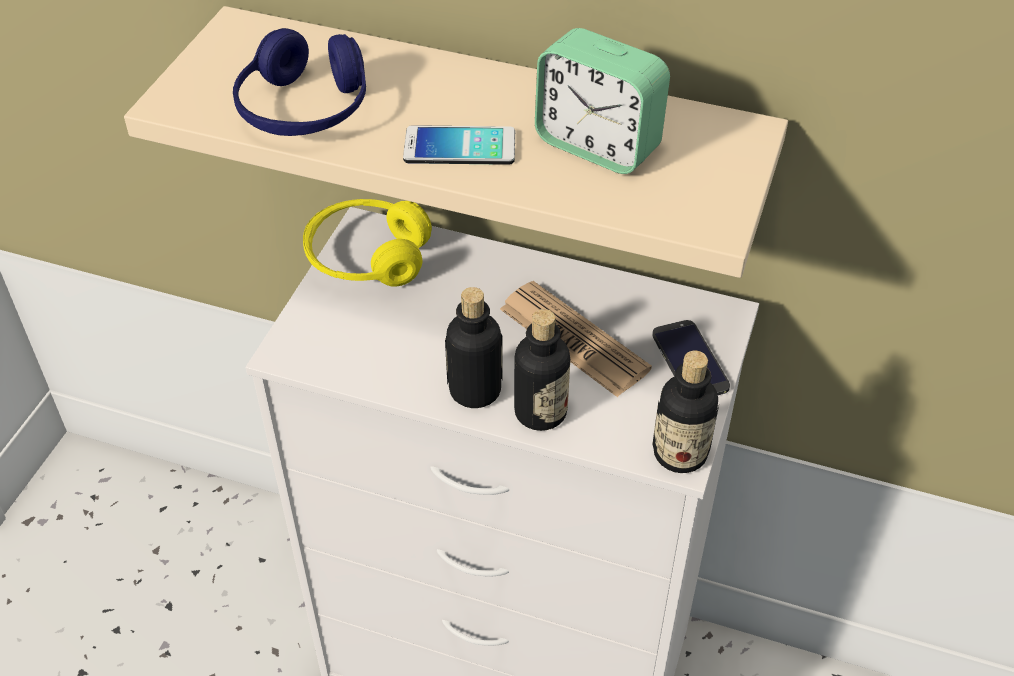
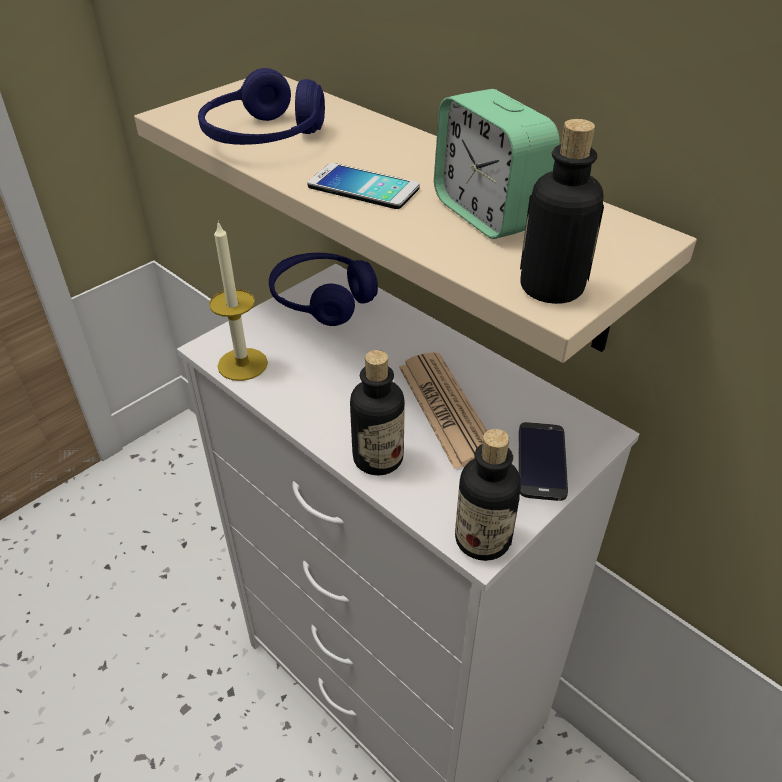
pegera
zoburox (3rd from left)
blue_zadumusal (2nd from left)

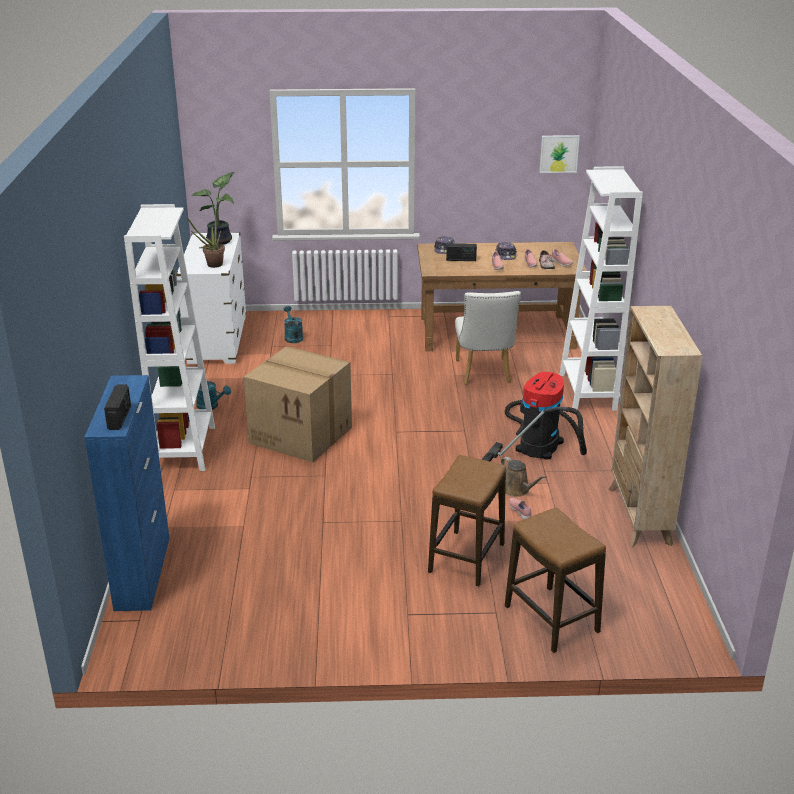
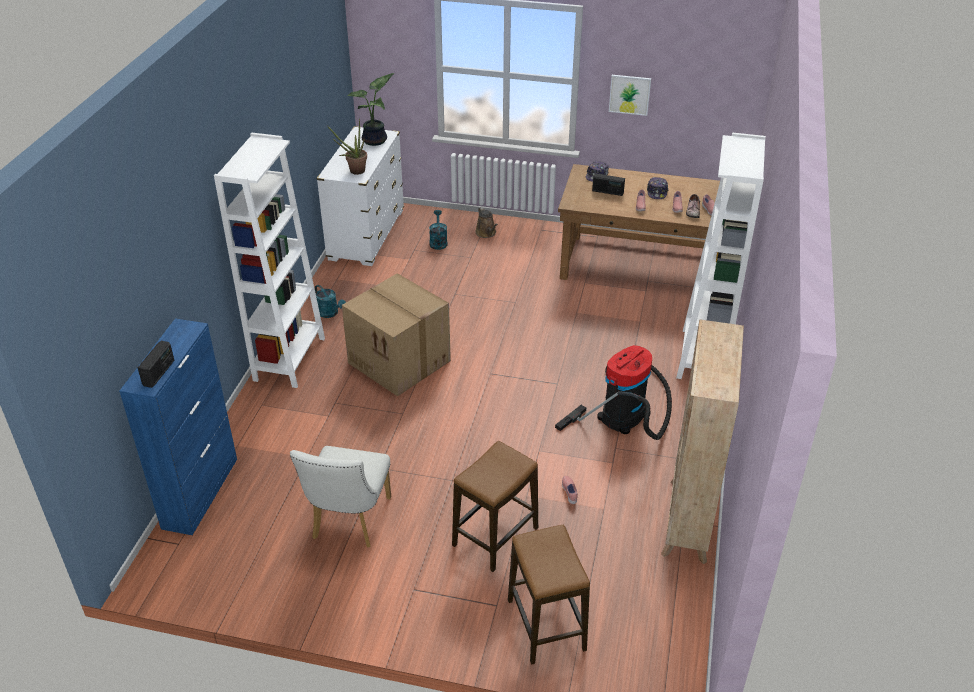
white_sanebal
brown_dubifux
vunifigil

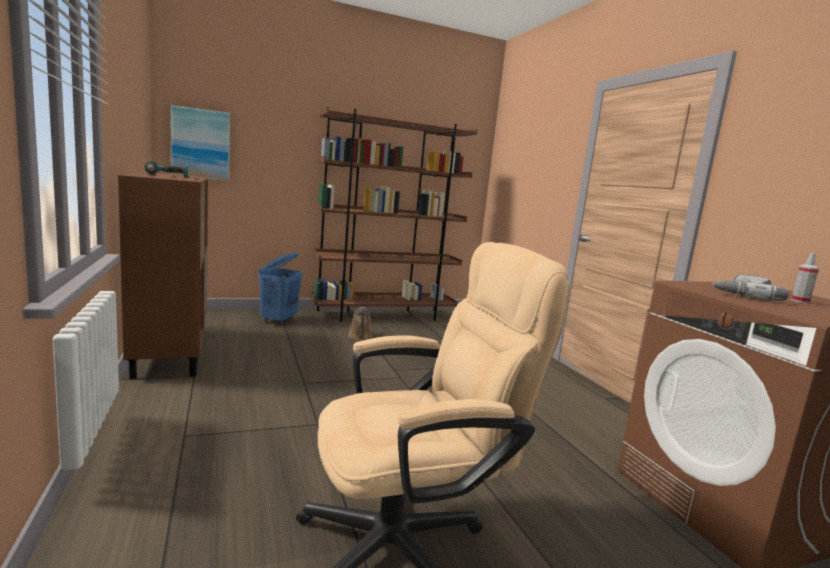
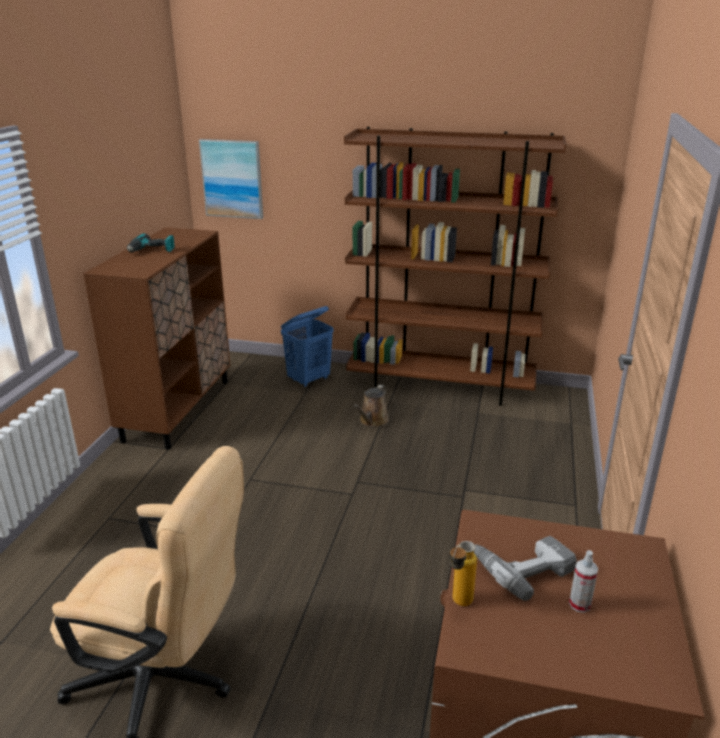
zoburox

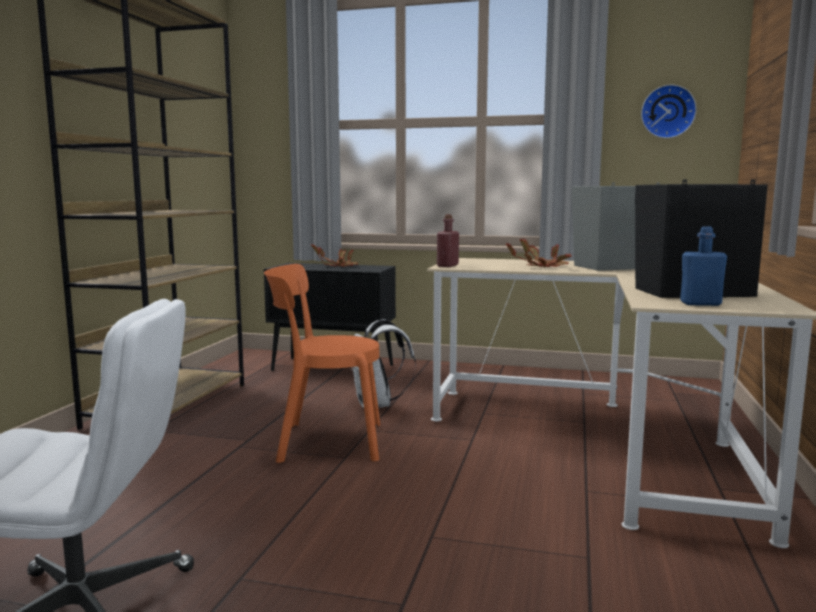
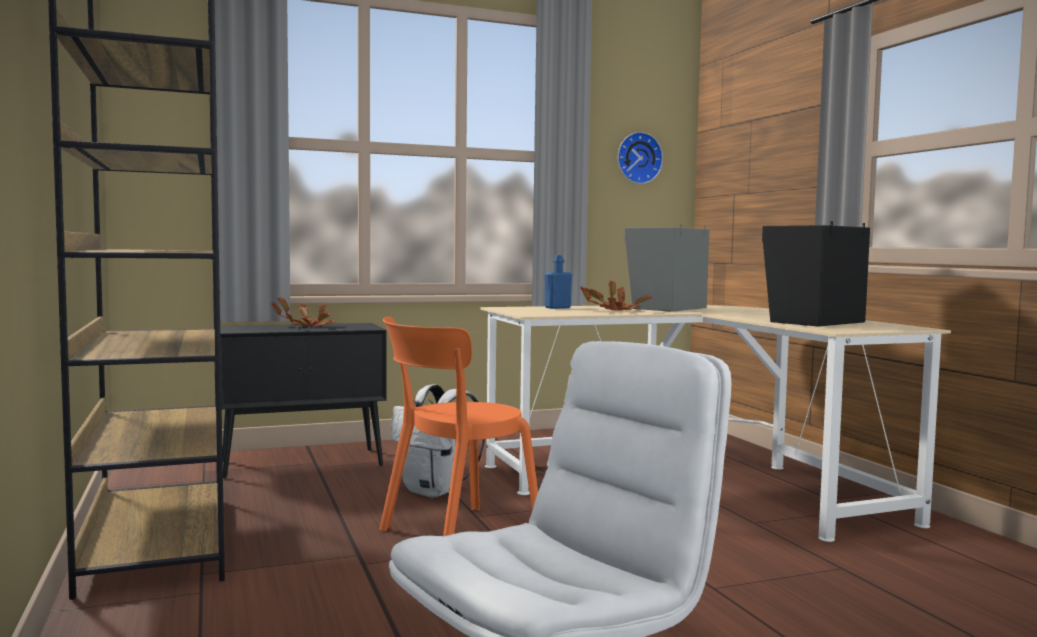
red_zoburox
blue_zoburox

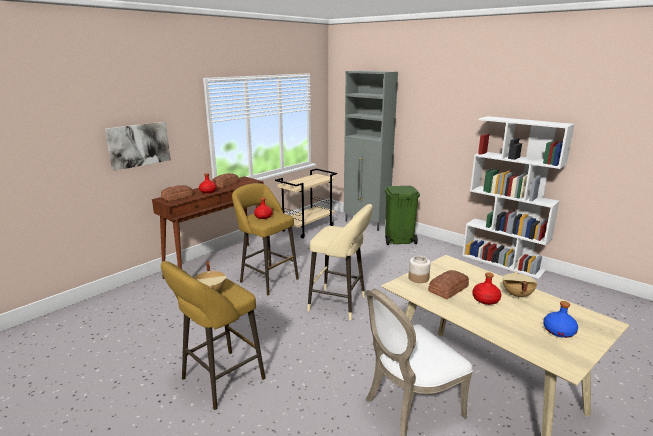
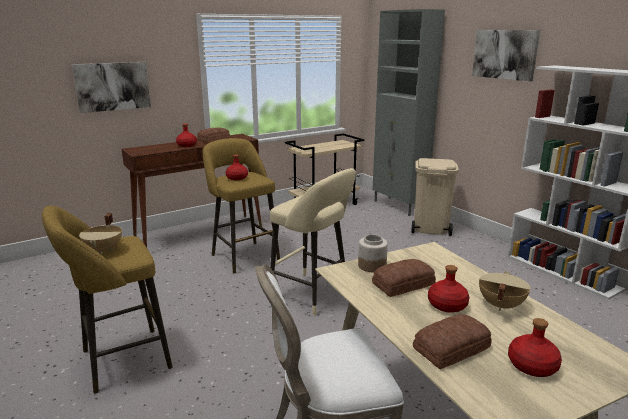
vunifigil (2nd from left)
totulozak (3rd from left)
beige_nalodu
red_zoburox (4th from left)

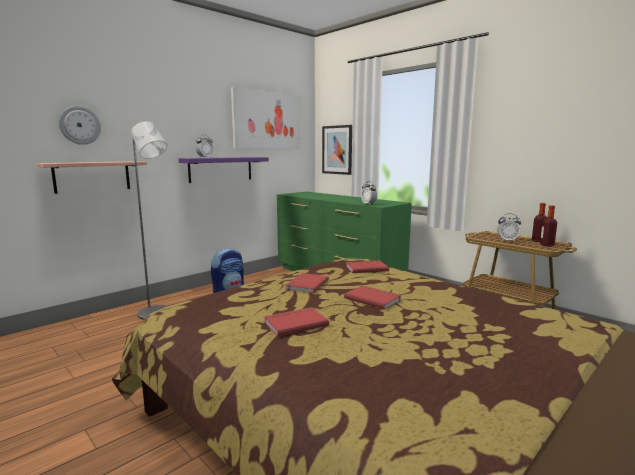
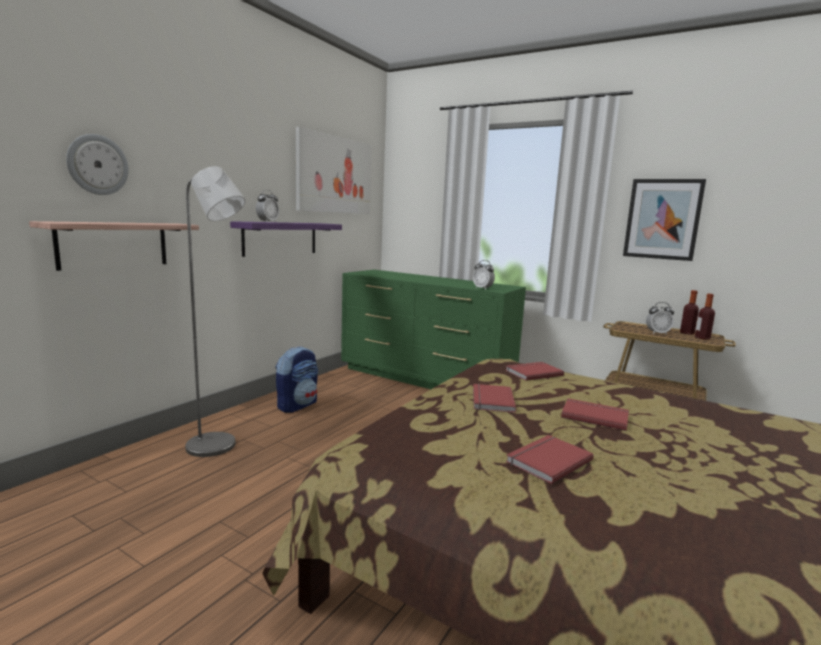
vunifigil (2nd from left)

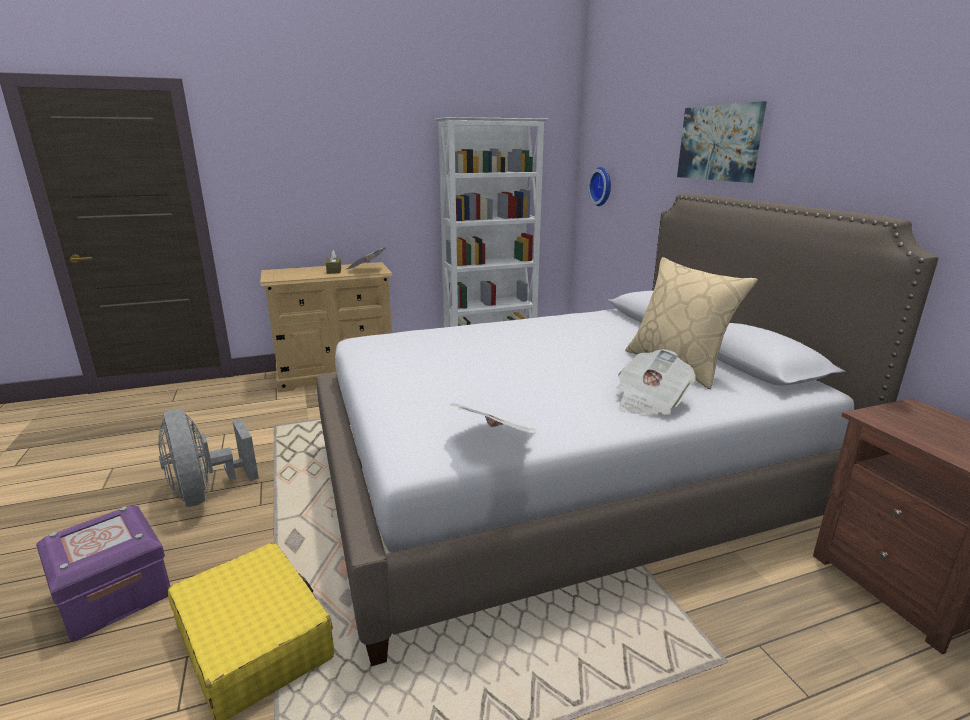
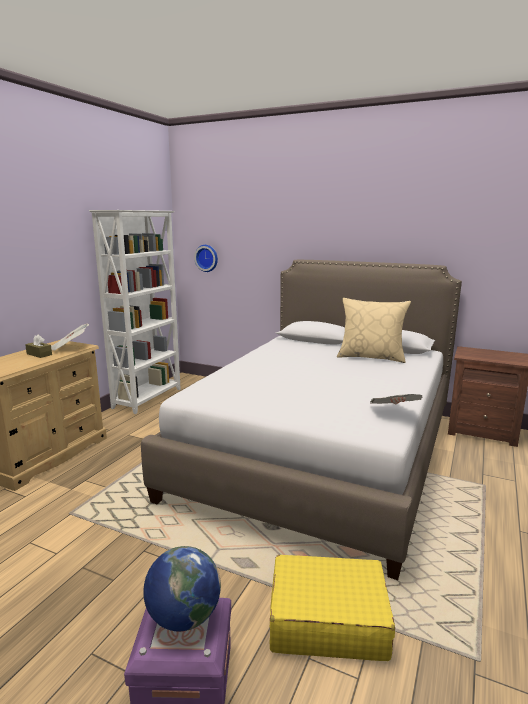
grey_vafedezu
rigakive (3rd from left in the first image)
vunifigil
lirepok

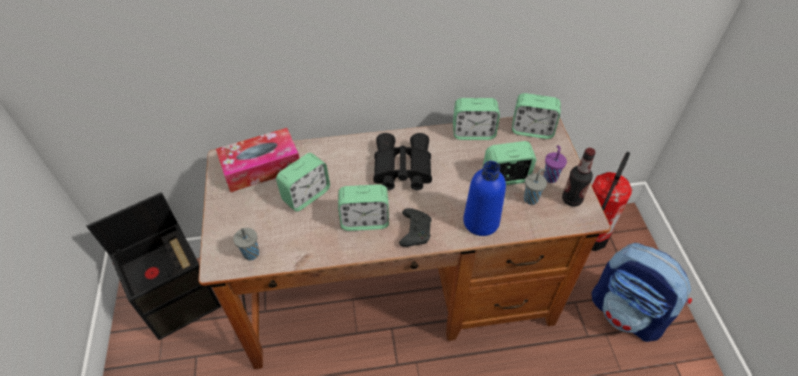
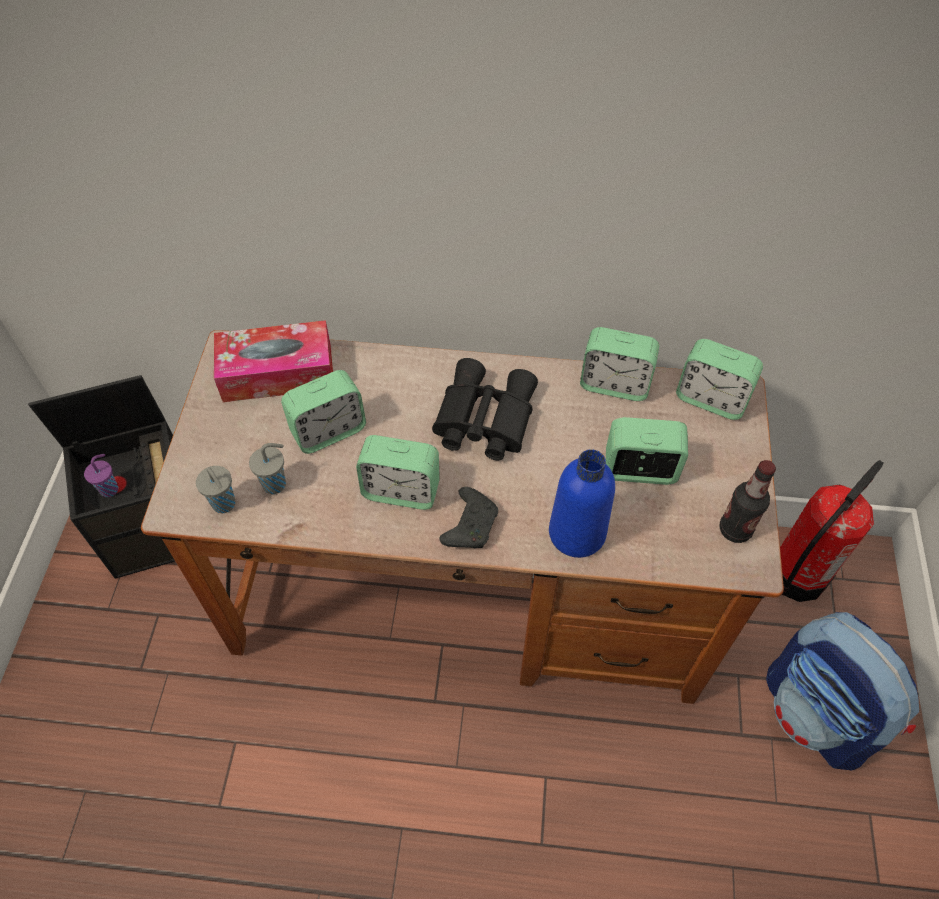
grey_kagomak (2nd from left)
purple_kagomak

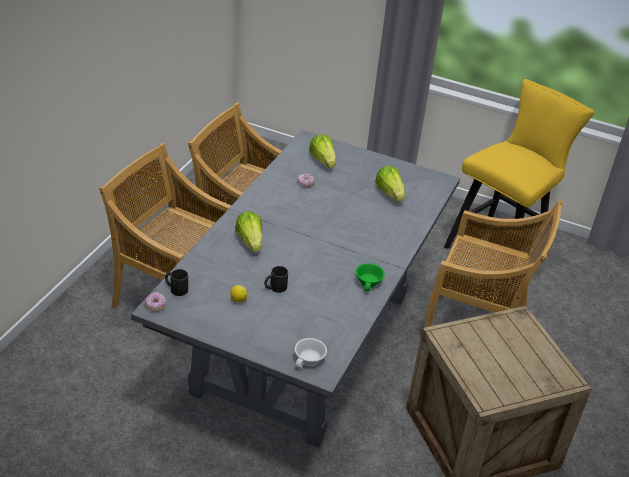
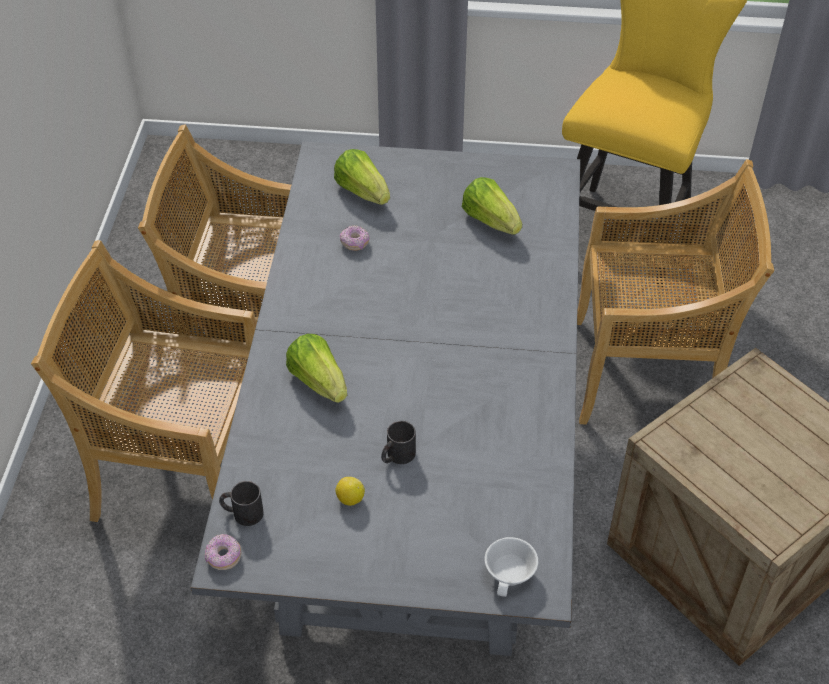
green_kagomak

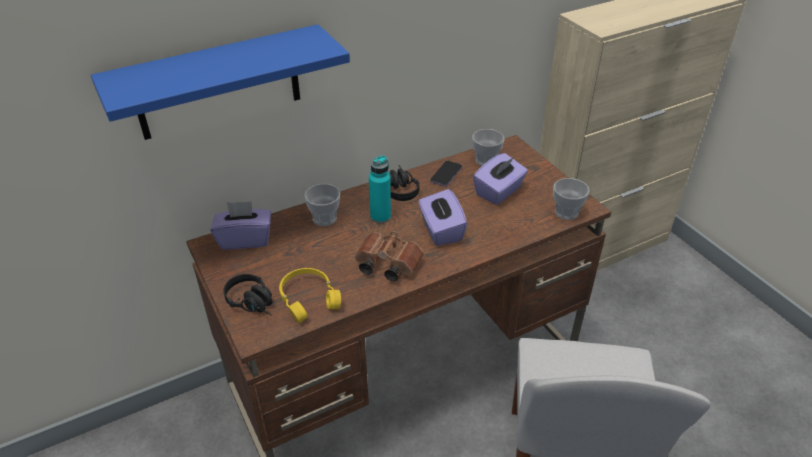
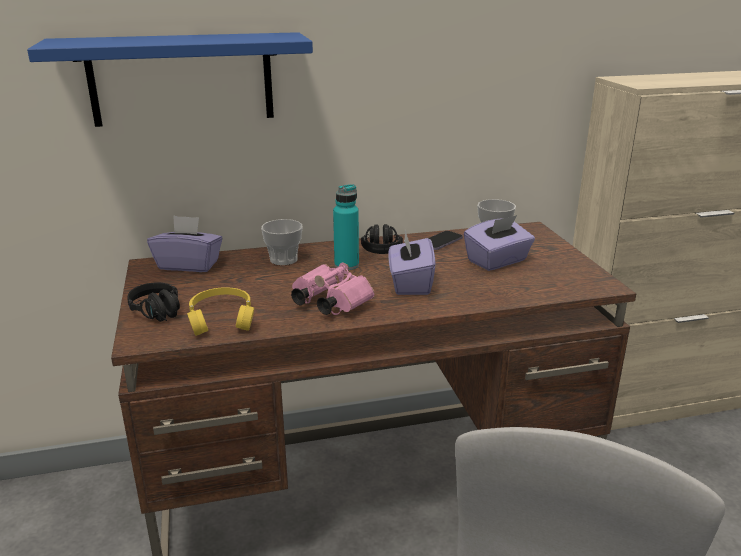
kagomak (3rd from left in the first image)
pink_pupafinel

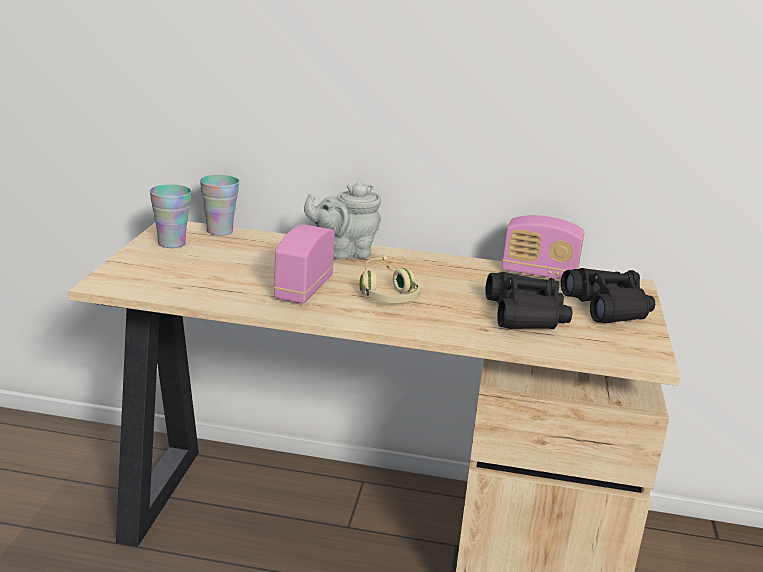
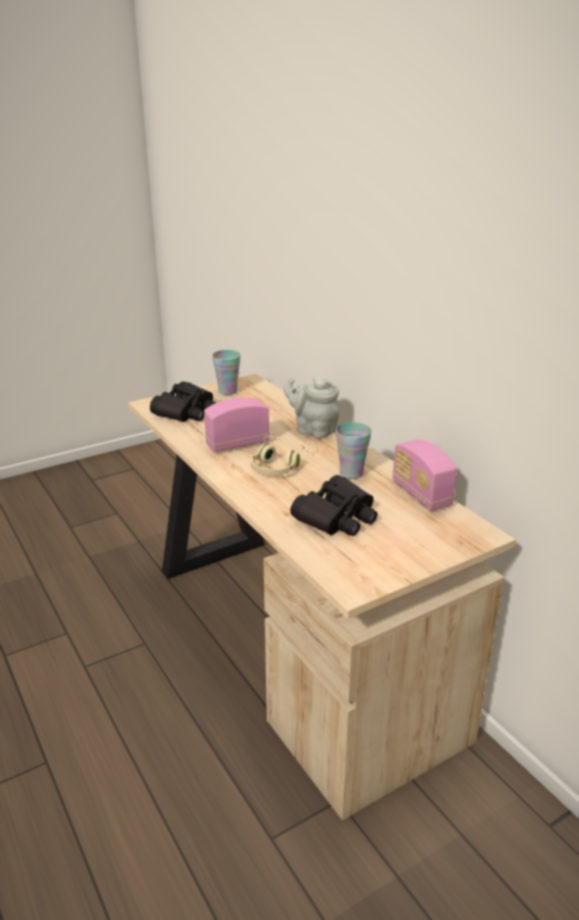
kagomak (2nd from left)
black_pupafinel (1st from left)

